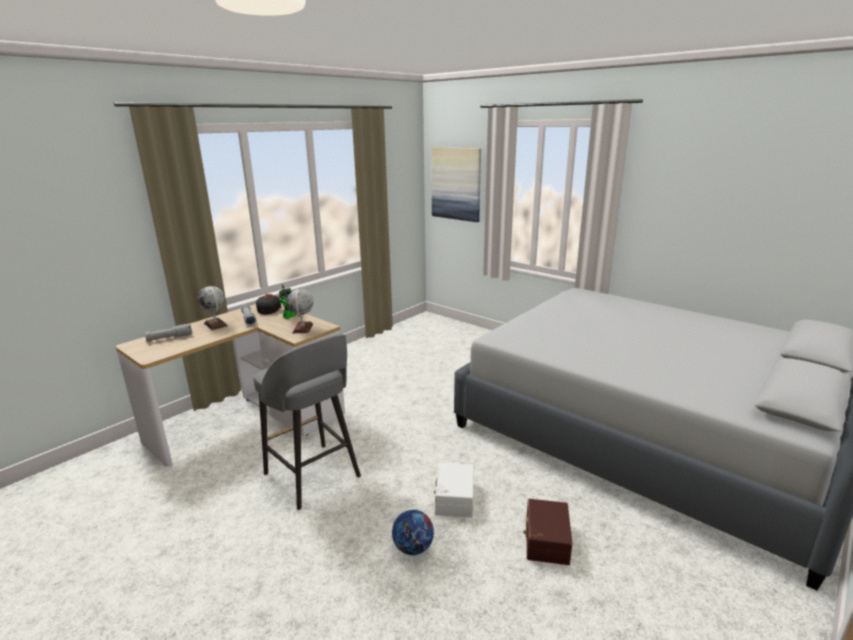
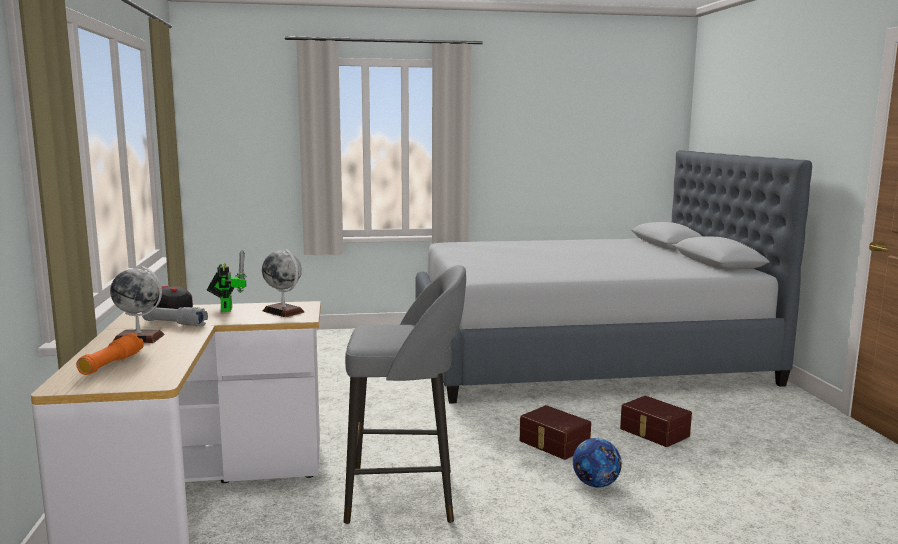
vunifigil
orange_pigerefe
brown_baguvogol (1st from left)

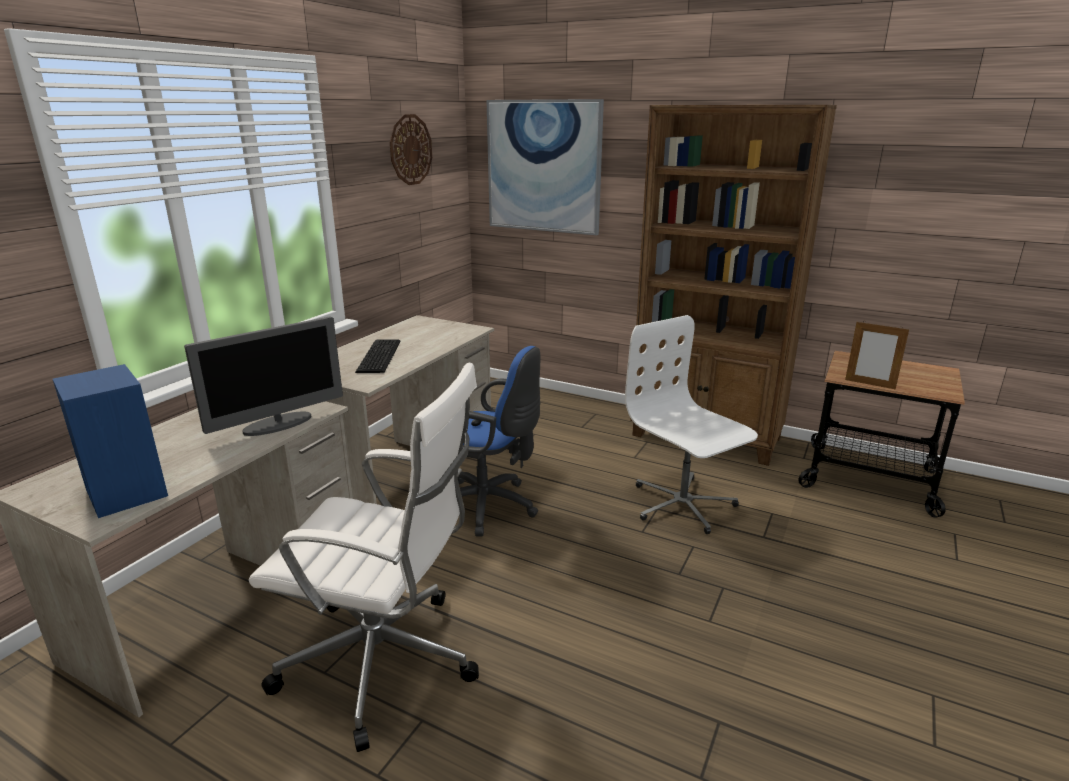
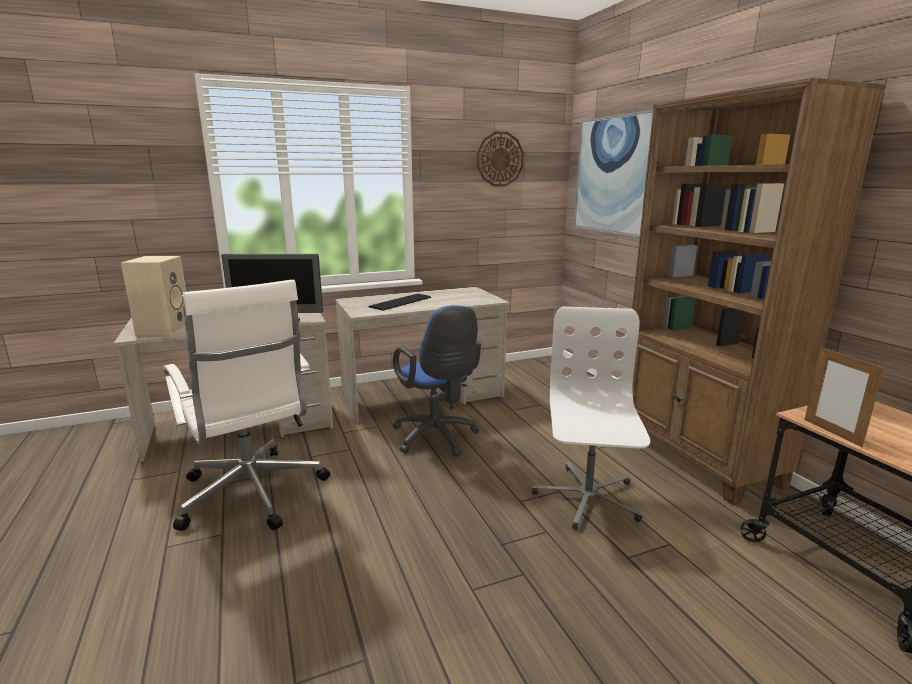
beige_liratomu

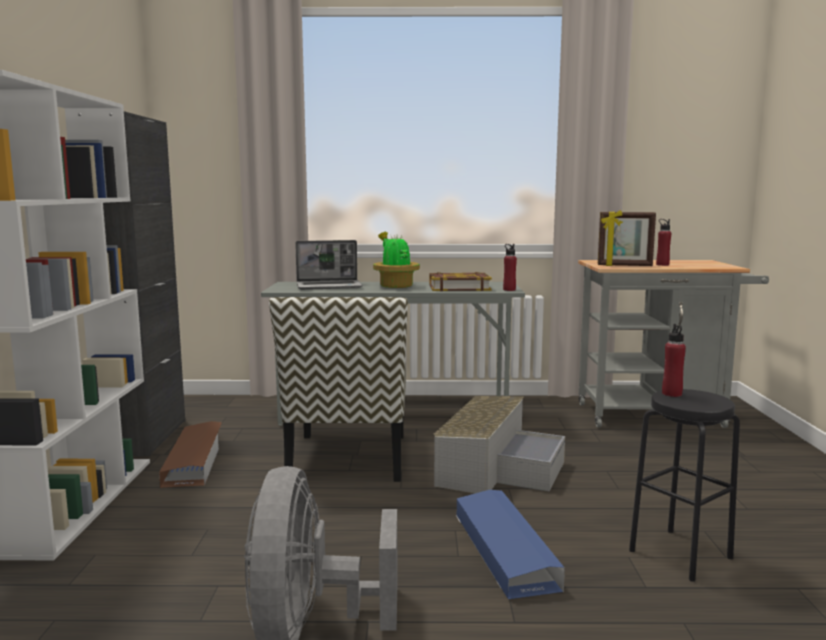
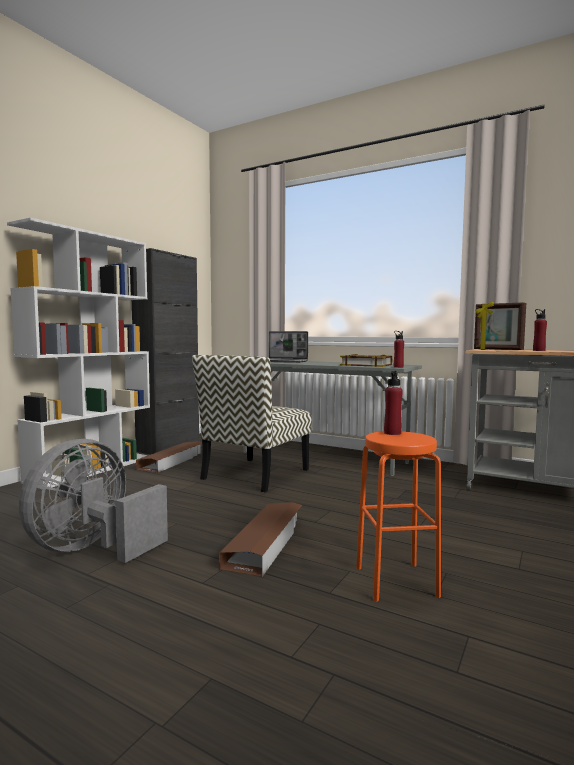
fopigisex
grey_baguvogol
brown_baguvogol (2nd from left)
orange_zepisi

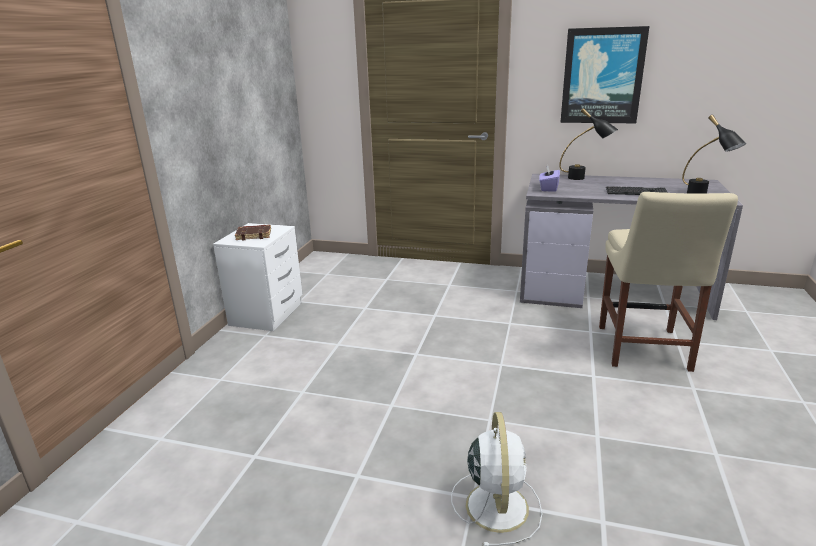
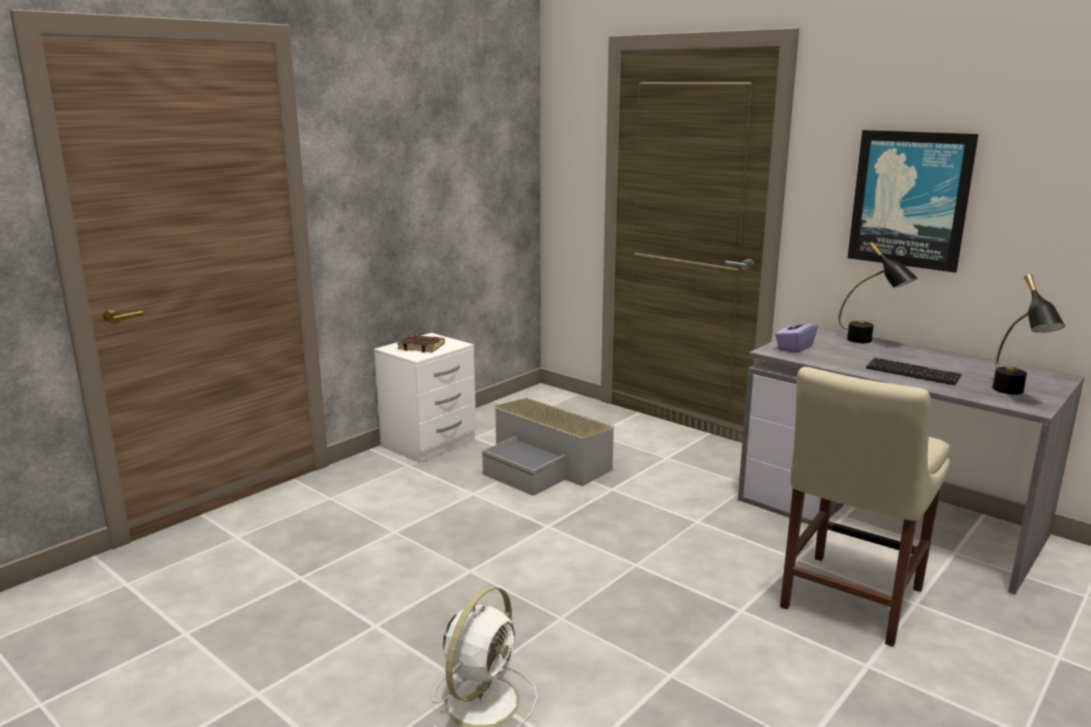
grey_baguvogol

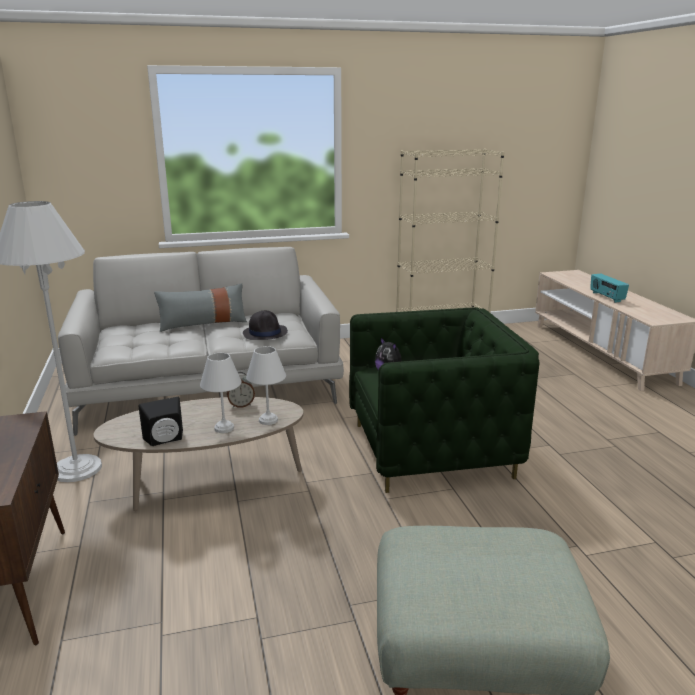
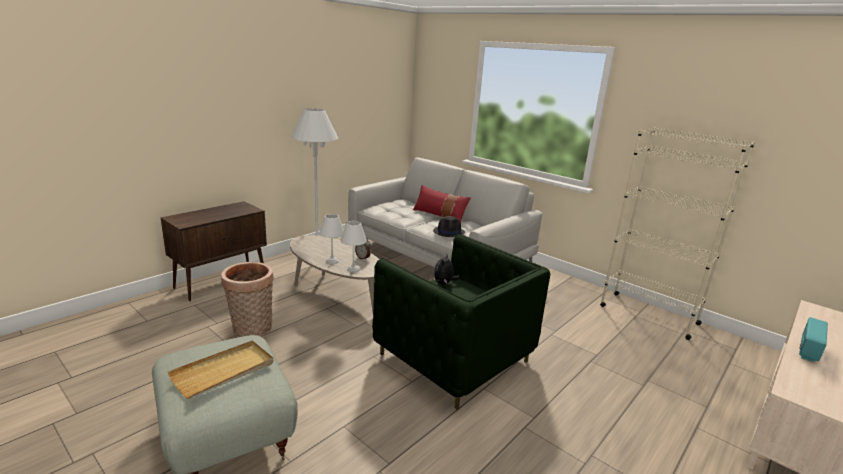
black_liratomu
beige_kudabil
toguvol
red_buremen

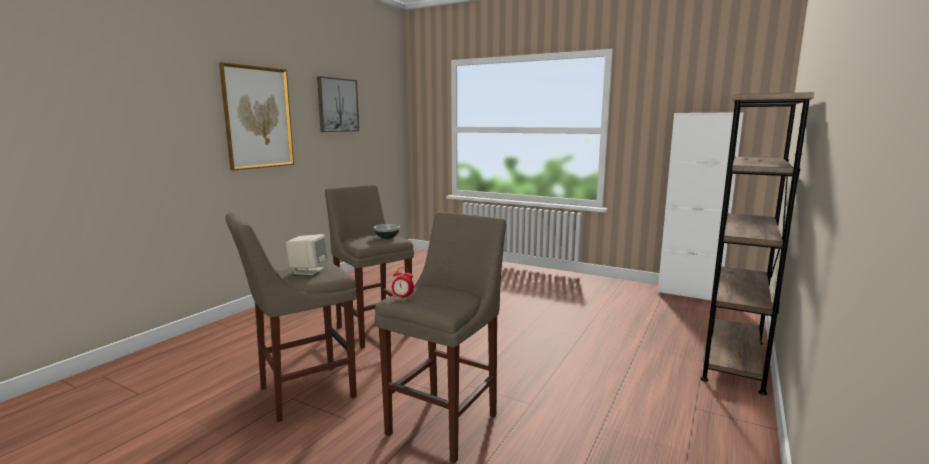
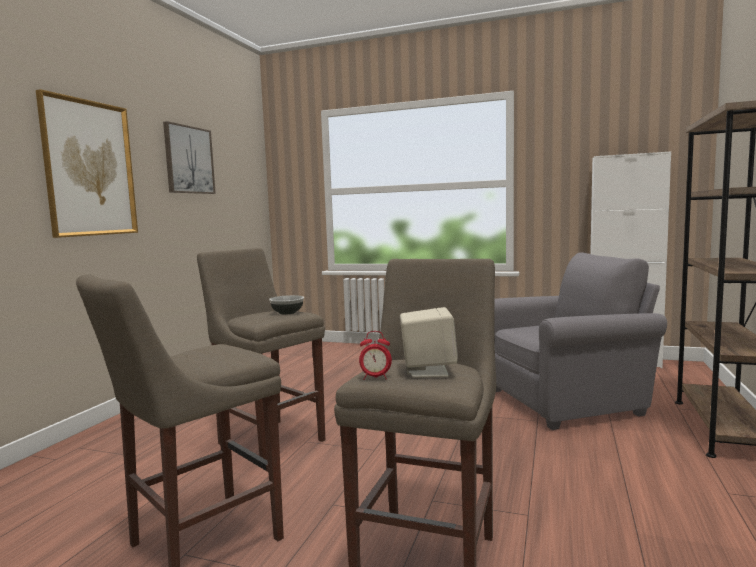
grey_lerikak
beige_liratomu

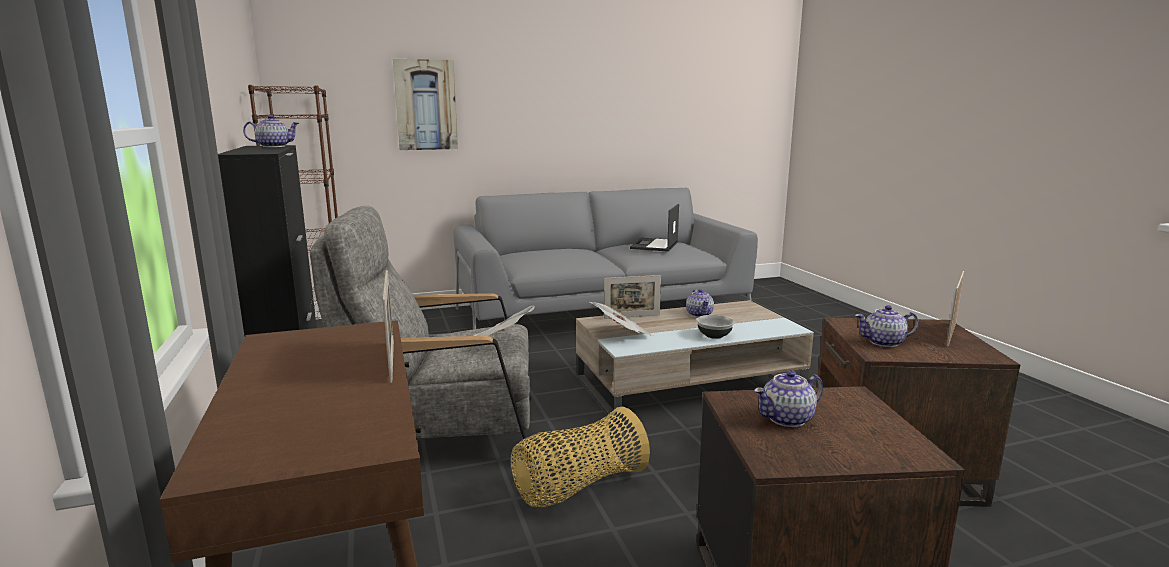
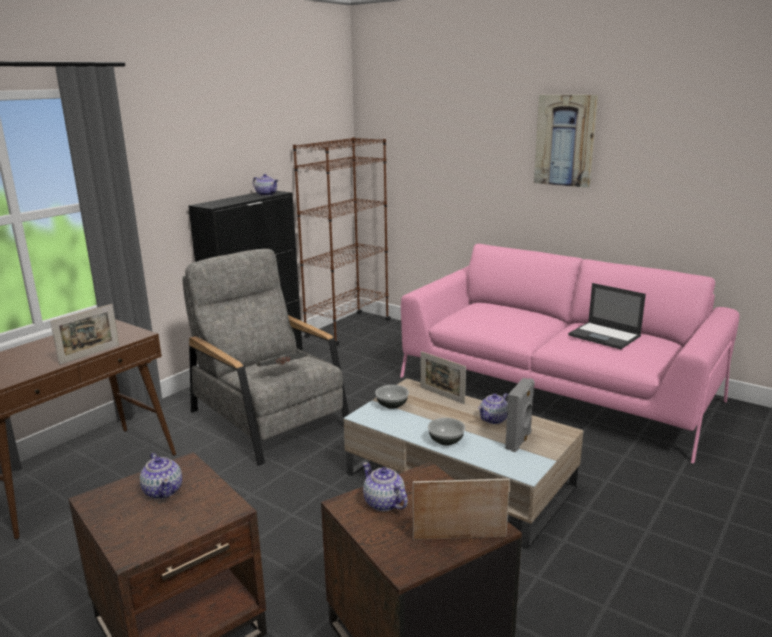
toguvol
grey_liratomu
vunifigil
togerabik (1st from left)
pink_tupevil
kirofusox
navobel (1st from left)

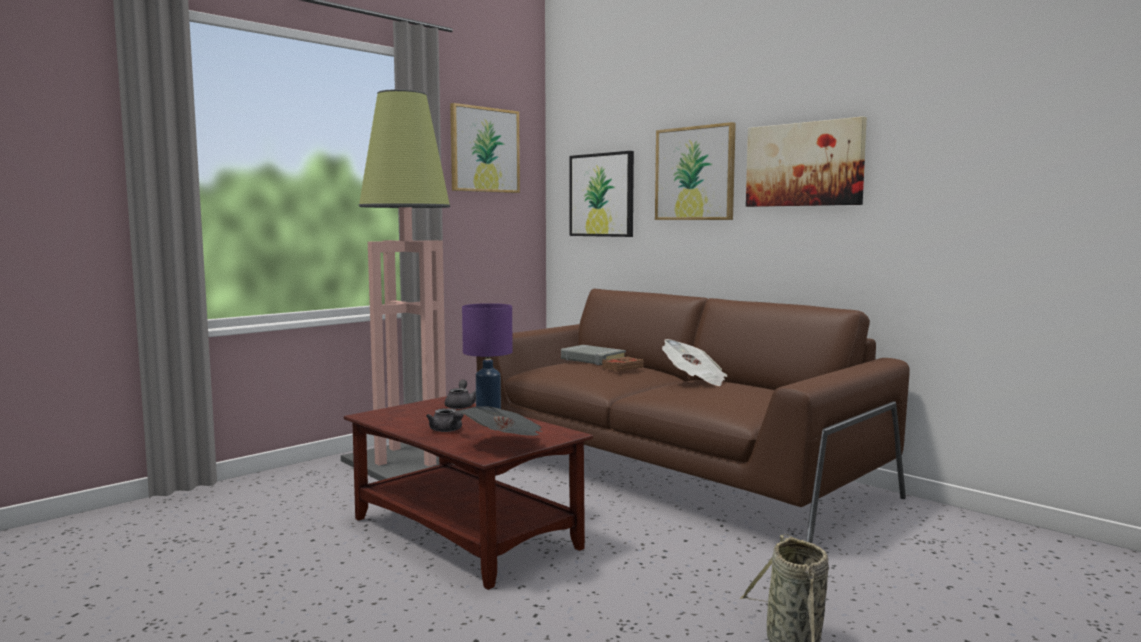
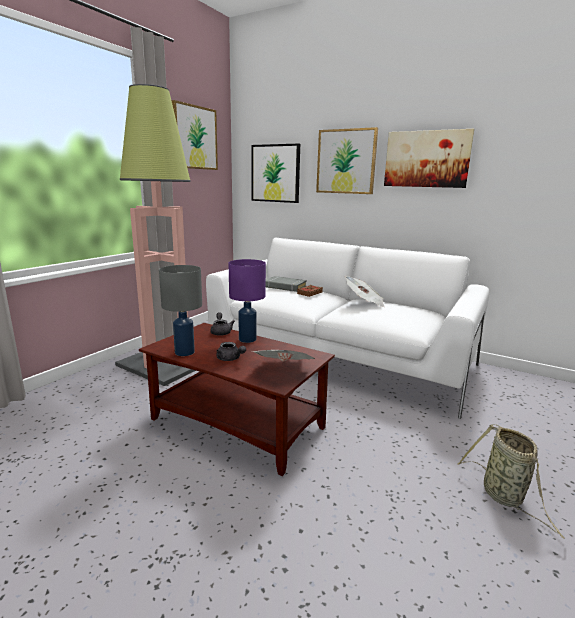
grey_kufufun
white_tupevil

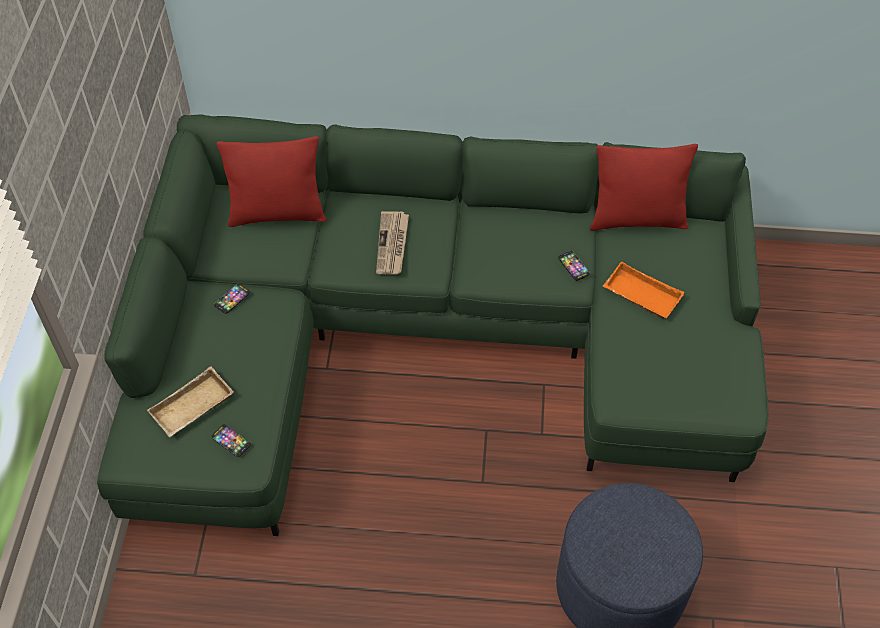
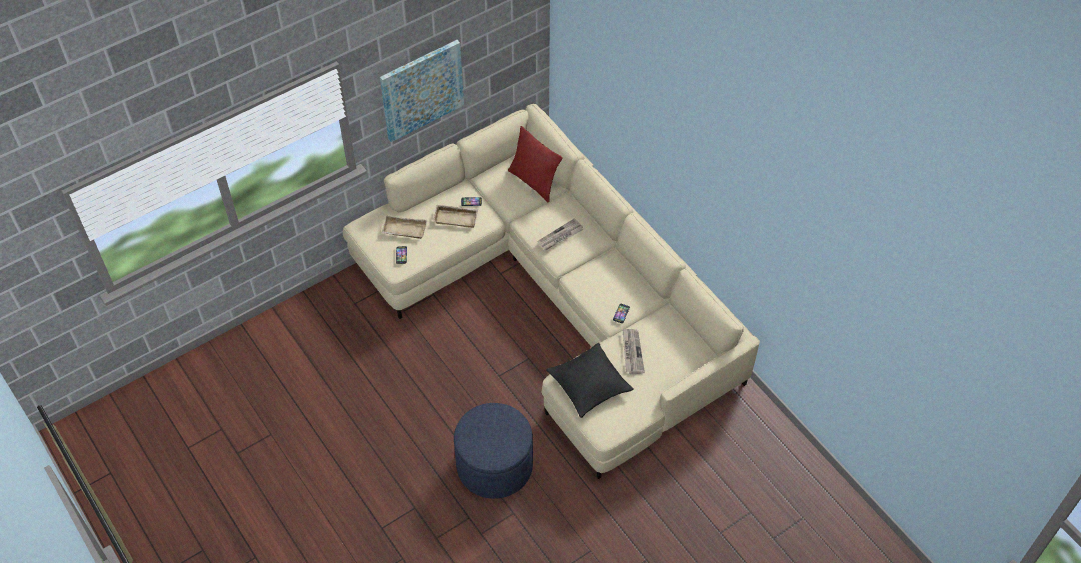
red_buremen (2nd from left in the first image)
vunifigil
beige_kudabil (2nd from left)
black_buremen
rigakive (2nd from left)
beige_tupevil

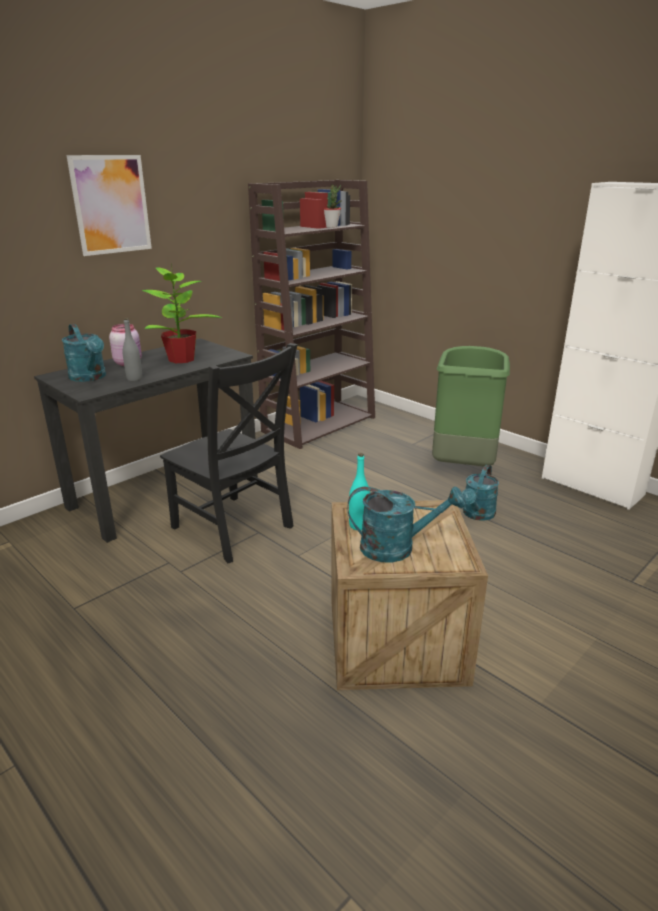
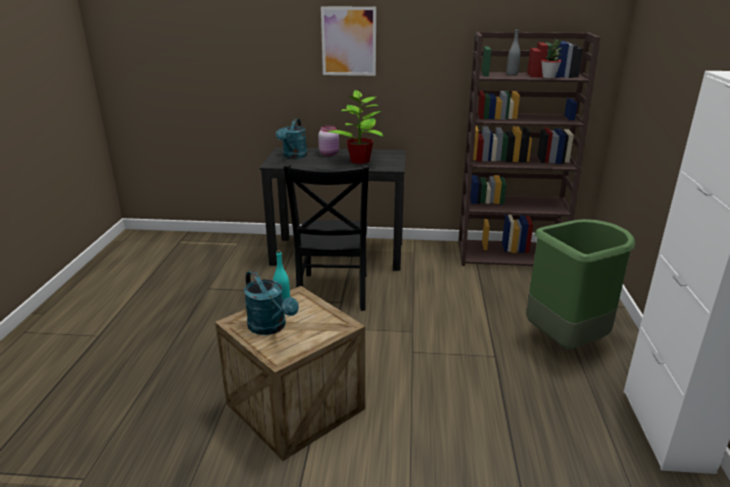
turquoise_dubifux (3rd from left in the first image)
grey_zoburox

